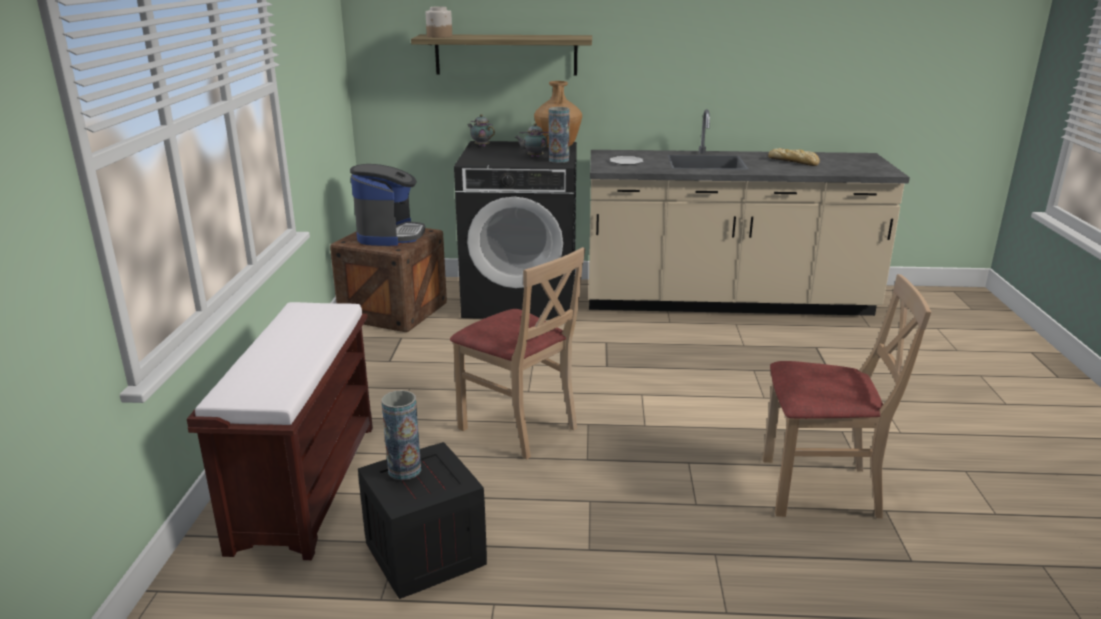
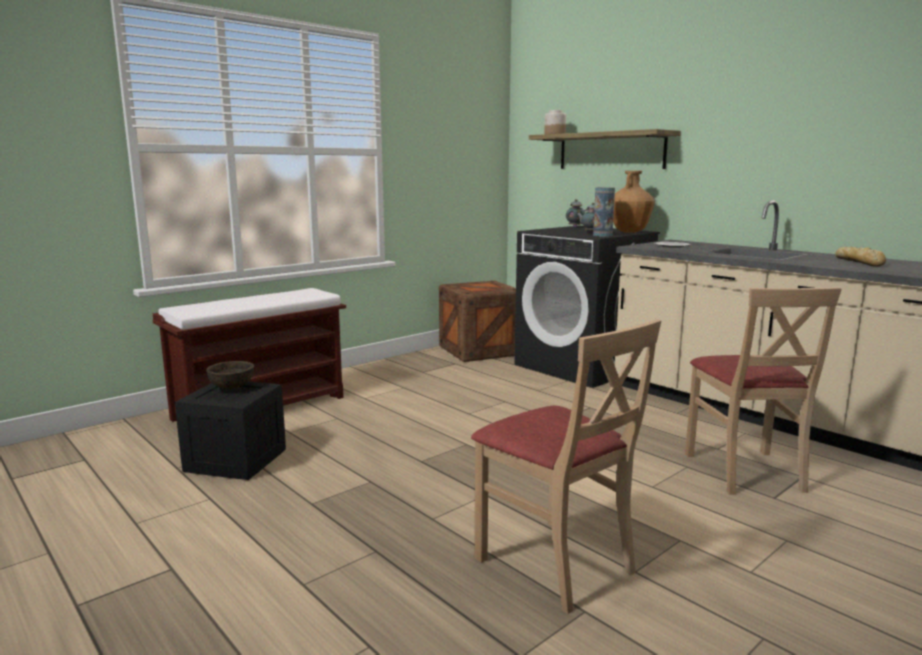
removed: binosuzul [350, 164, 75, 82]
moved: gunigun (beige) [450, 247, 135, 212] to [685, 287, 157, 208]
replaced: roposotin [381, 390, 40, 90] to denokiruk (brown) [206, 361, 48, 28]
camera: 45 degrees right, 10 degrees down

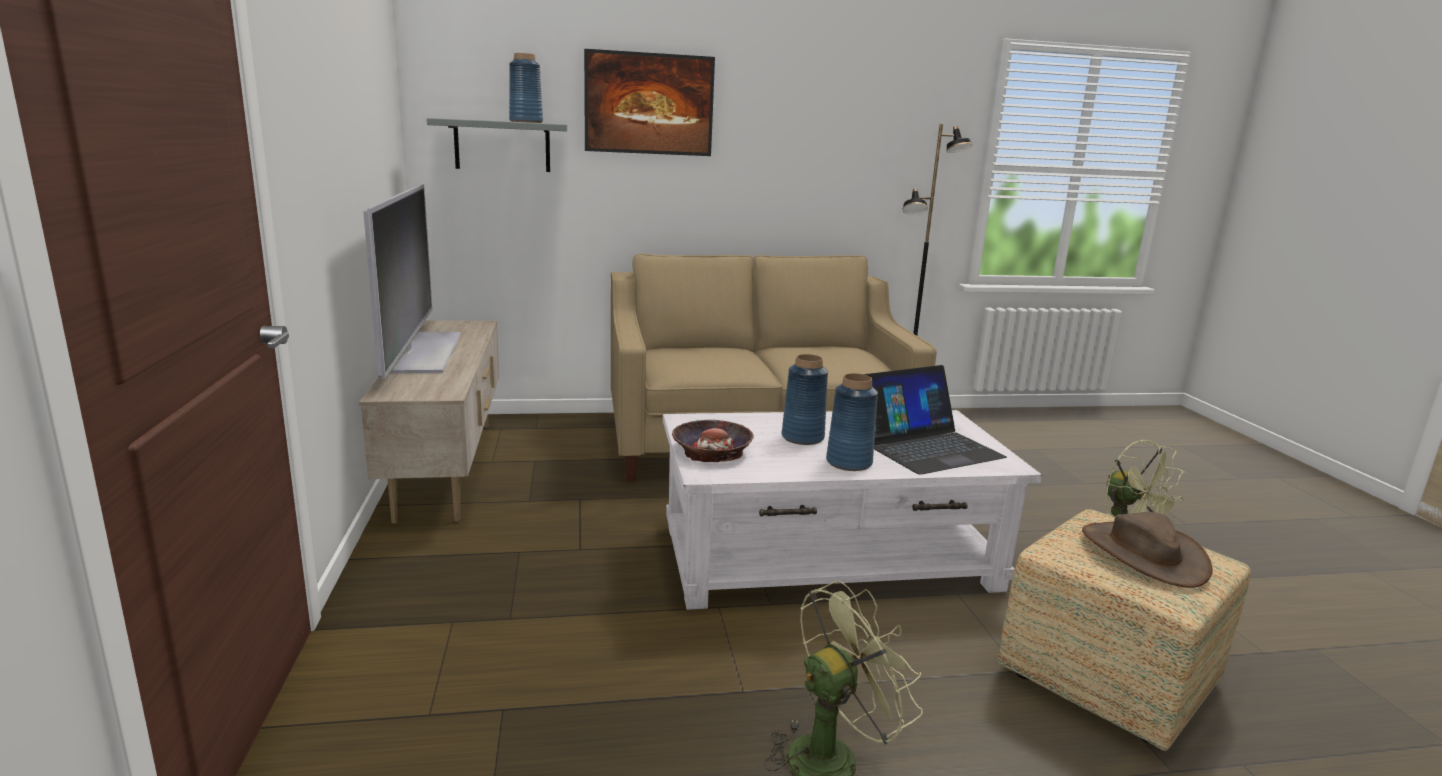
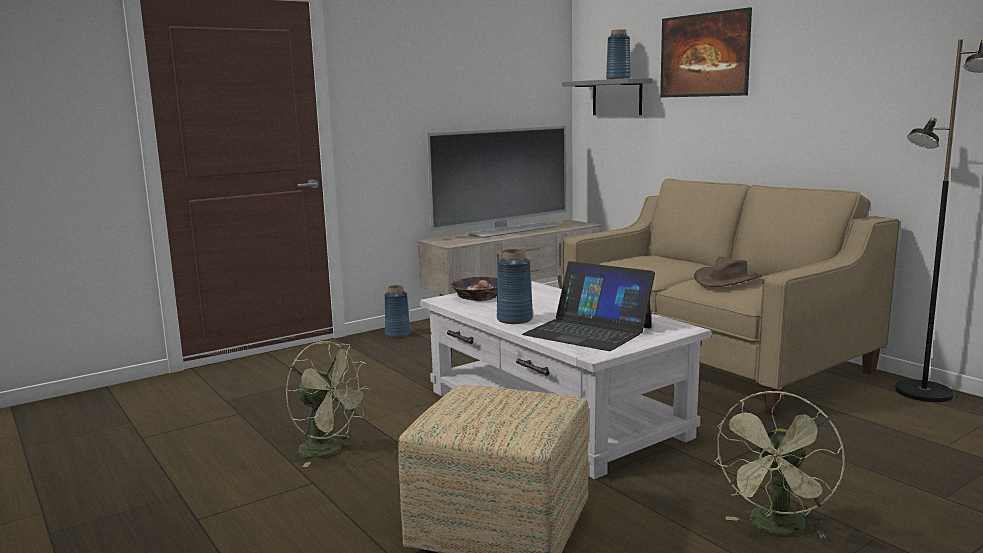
moved: roposotin (blue) [782, 354, 46, 91] to [385, 285, 26, 52]; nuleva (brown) [1082, 512, 131, 76] to [694, 257, 69, 30]
camera: 65 degrees right, 5 degrees down

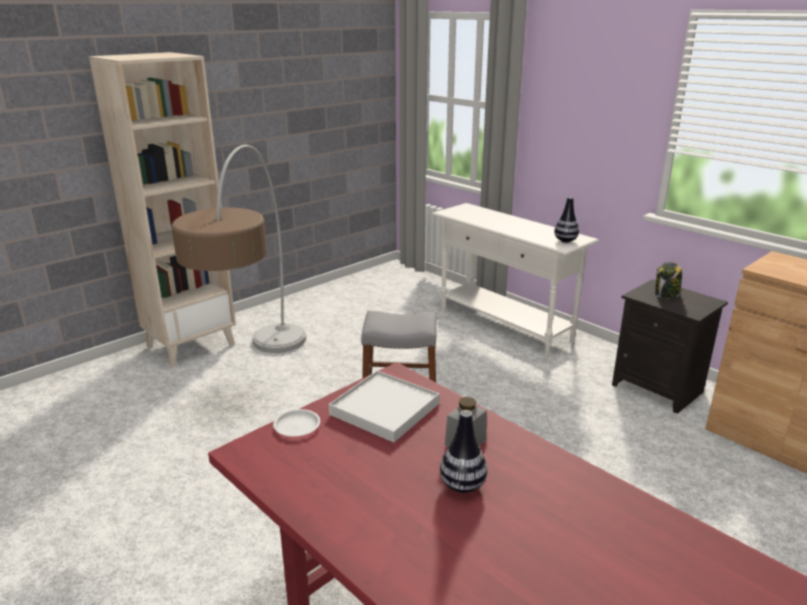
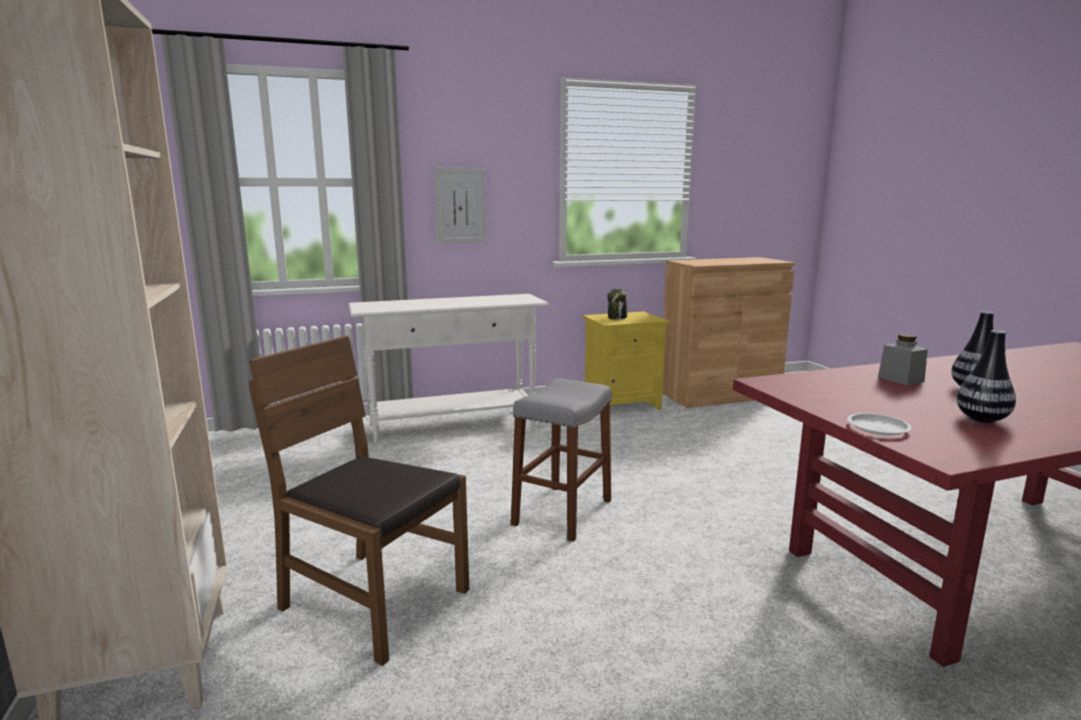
removed: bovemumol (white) [329, 371, 111, 71]
added: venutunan [434, 168, 52, 75]
moved: roposotin [554, 197, 25, 46] to [956, 330, 60, 93]
replaced: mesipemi [171, 145, 135, 208] to gunigun (brown) [249, 335, 220, 331]
recoloured: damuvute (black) [612, 279, 116, 135] to damuvute (yellow) [583, 311, 87, 99]
camera: 65 degrees left, 10 degrees down

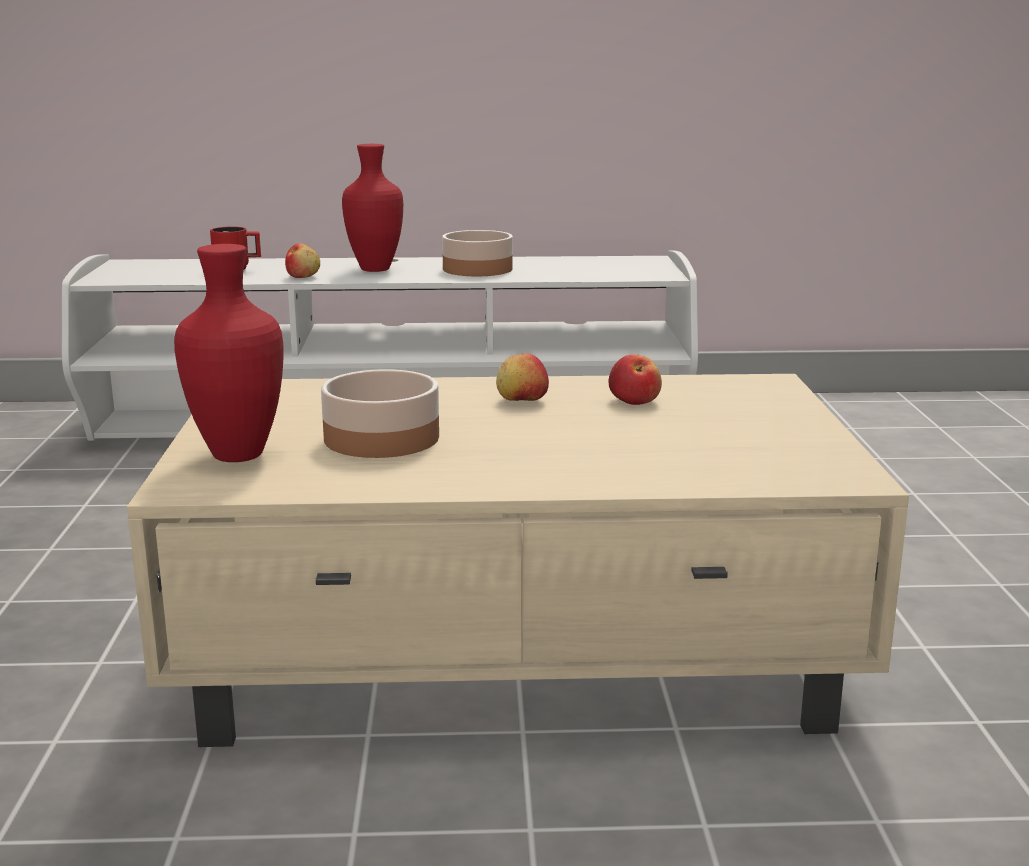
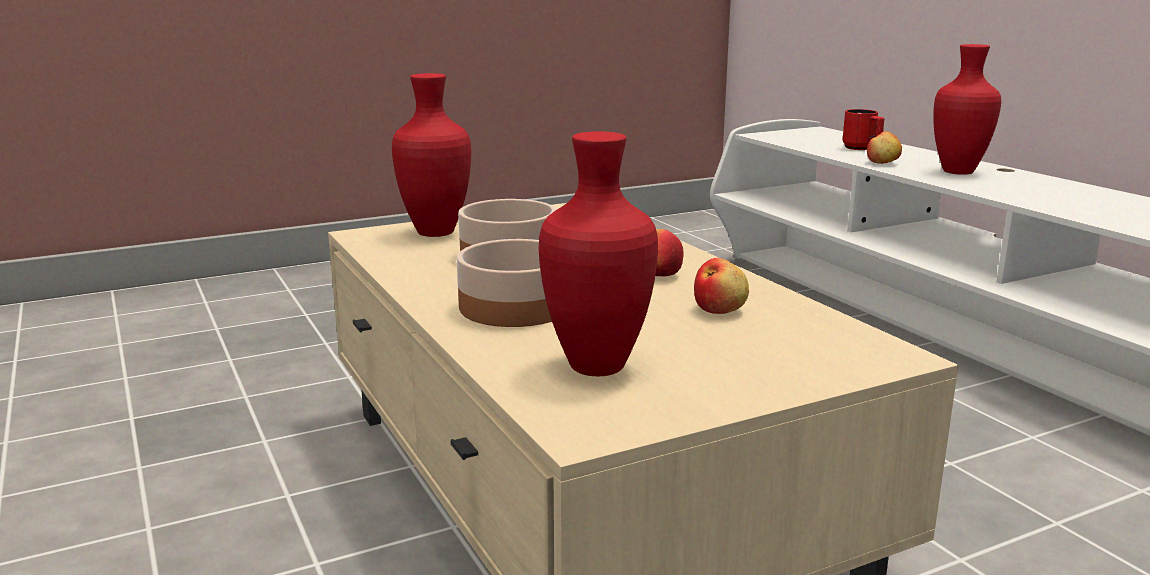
added: roposotin (red) [539, 131, 119, 245]
moved: denokiruk [442, 230, 71, 46] to [457, 239, 95, 88]
camera: 65 degrees right, 0 degrees up

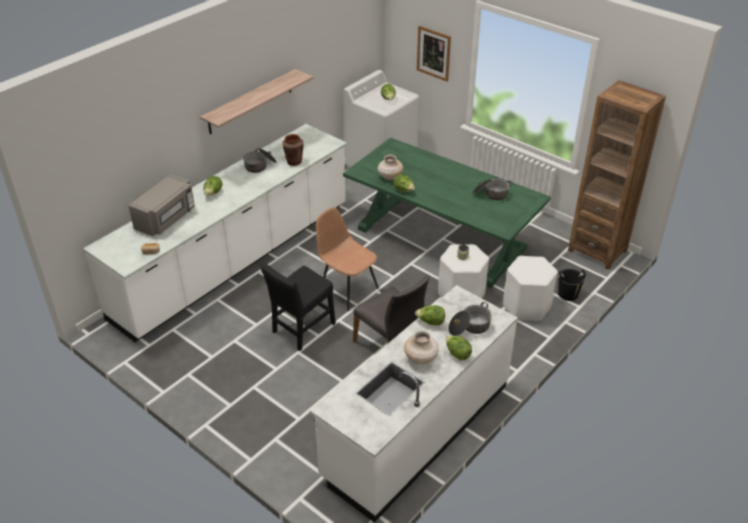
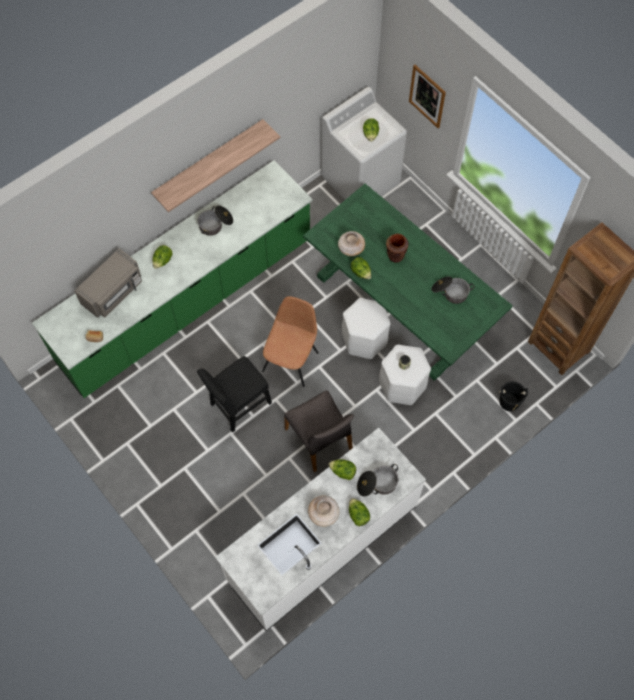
moved: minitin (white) [503, 256, 55, 66] to [342, 298, 48, 61]; roposotin (brown) [282, 134, 21, 32] to [386, 234, 22, 29]
recoloured: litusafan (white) [83, 124, 264, 218] to litusafan (green) [32, 160, 281, 238]
turned: gunigun (brown) [316, 207, 63, 104] = [262, 296, 57, 91] 60 degrees clockwise
camera: 10 degrees right, 25 degrees up

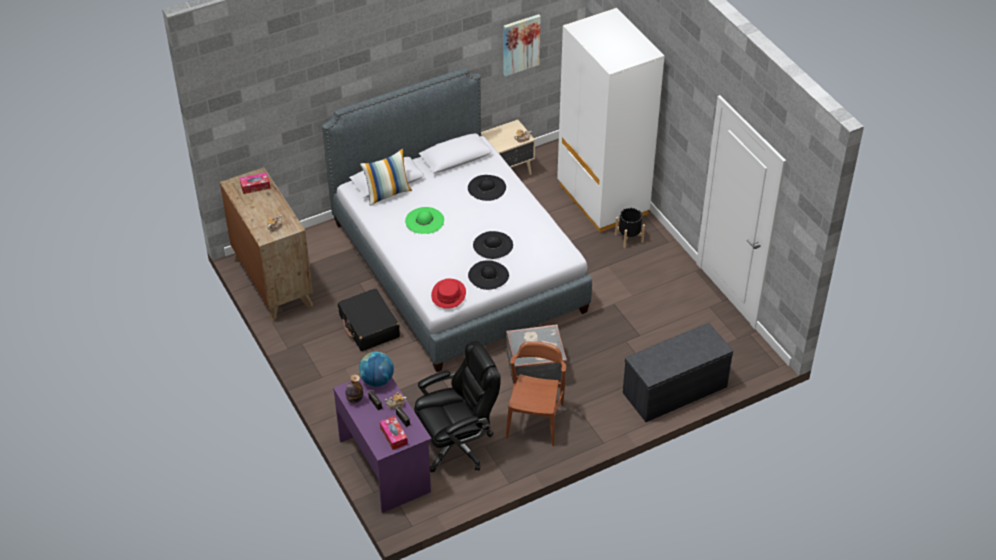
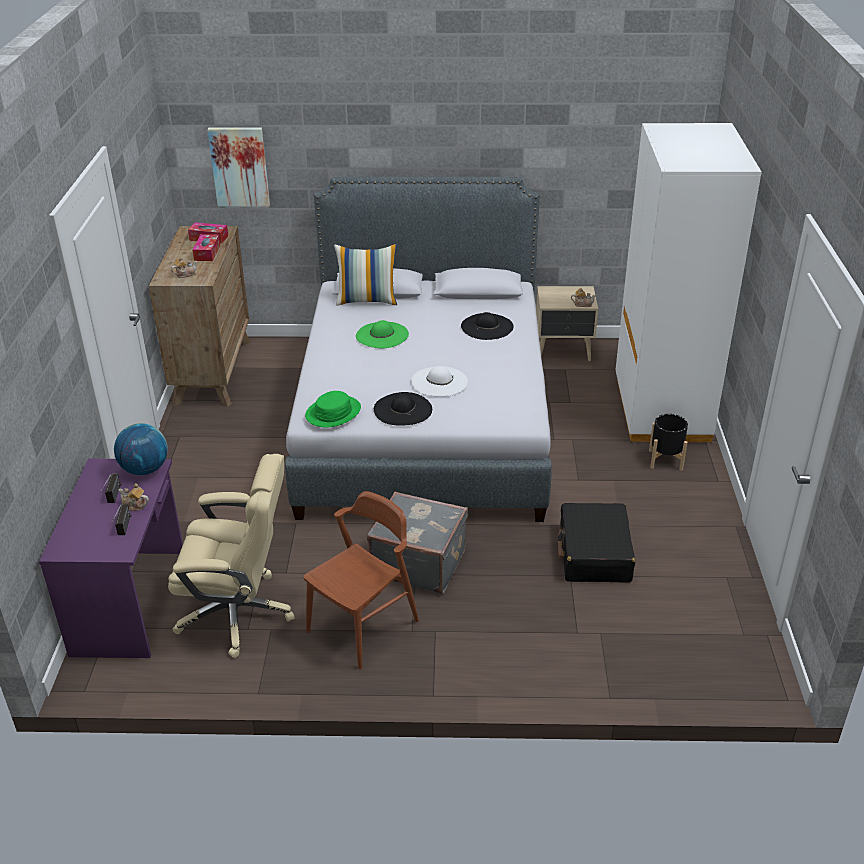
removed: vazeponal [345, 374, 18, 30]; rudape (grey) [623, 323, 110, 99]
moved: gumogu [380, 416, 28, 34] to [192, 234, 28, 27]; venutunan [503, 14, 38, 62] to [207, 128, 63, 79]; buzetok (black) [338, 289, 62, 62] to [558, 503, 77, 80]
recoloured: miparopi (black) [414, 340, 87, 132] to miparopi (beige) [168, 454, 127, 204]; nuleva (red) [431, 278, 35, 31] to nuleva (green) [305, 391, 56, 37]; nuleva (black) [473, 231, 40, 28] to nuleva (white) [411, 366, 57, 30]
camera: 30 degrees right, 10 degrees down

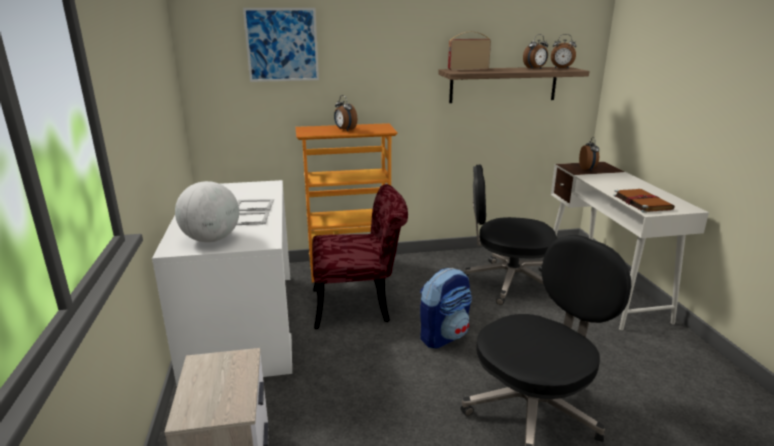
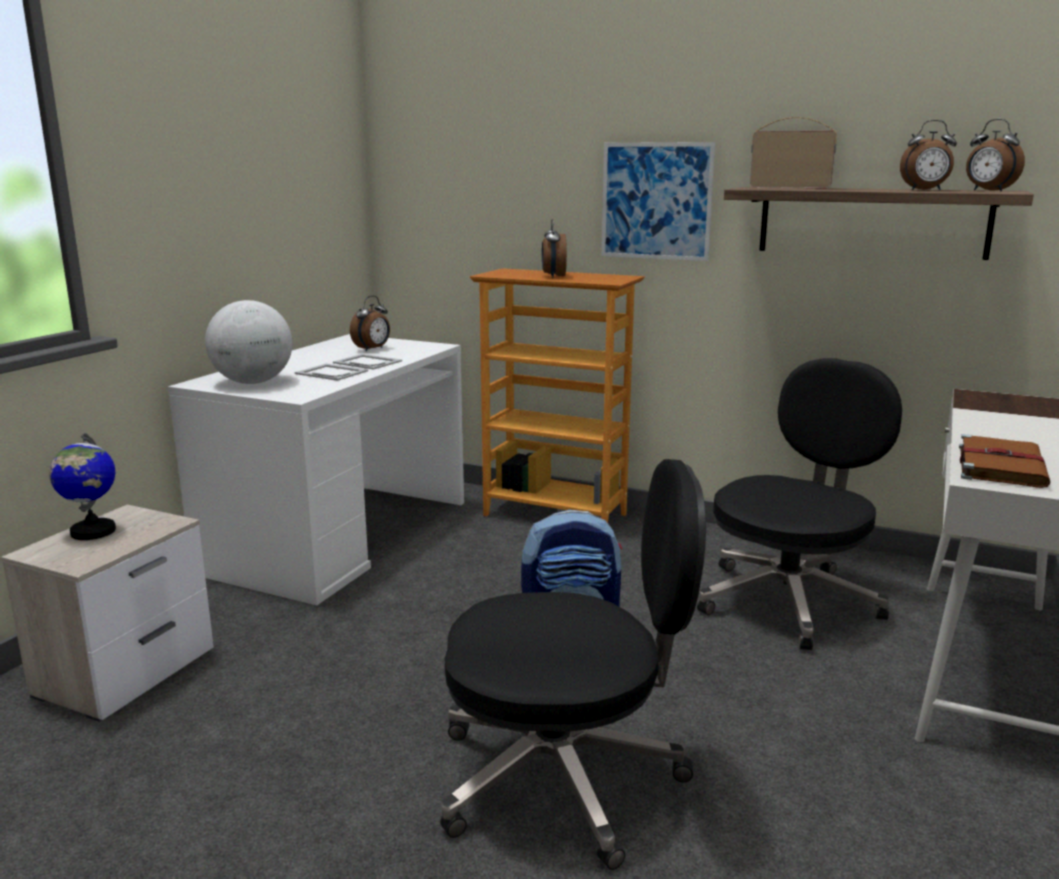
removed: gunigun (red) [312, 184, 96, 145]
added: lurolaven [49, 433, 67, 107]
moved: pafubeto [579, 137, 20, 34] to [350, 296, 40, 55]; venutunan [243, 8, 76, 74] to [602, 142, 113, 119]
turned: miparopi (black) [464, 164, 94, 141] = [697, 358, 205, 292] 90 degrees clockwise
camera: 35 degrees right, 5 degrees down

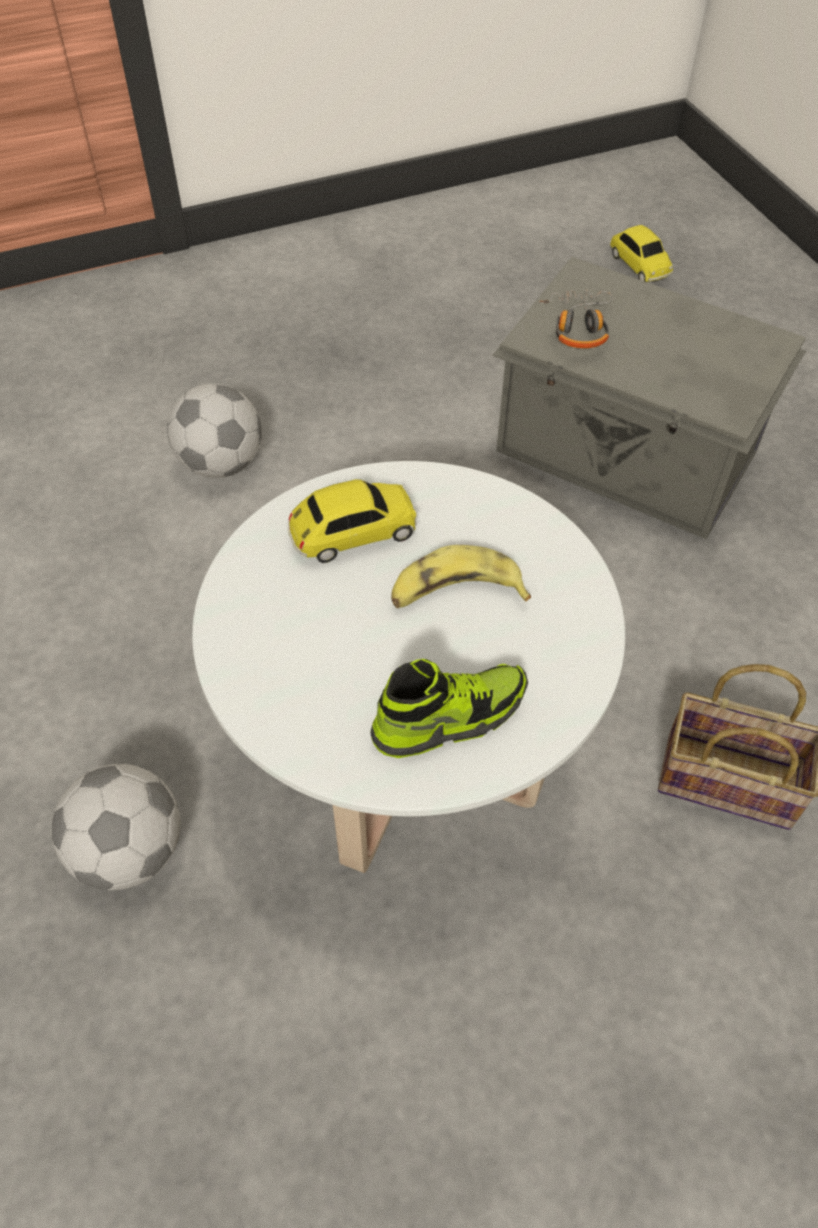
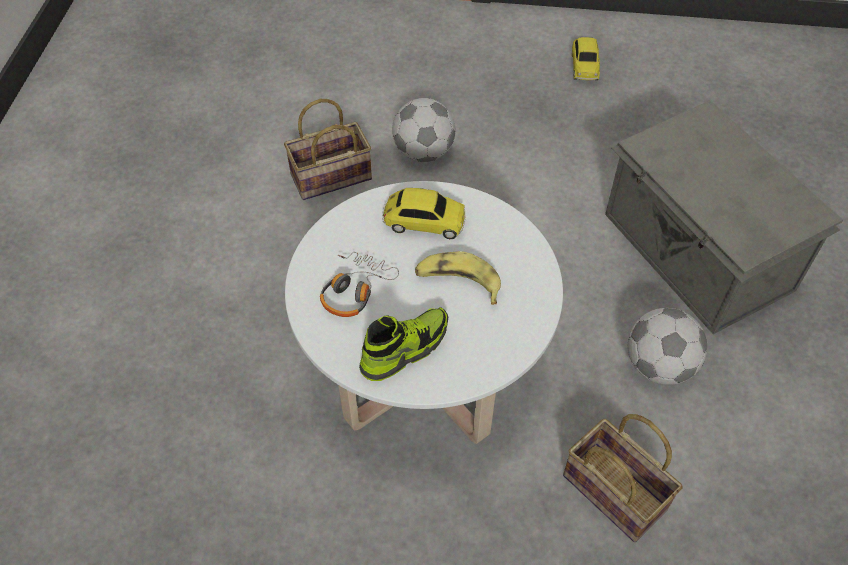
added: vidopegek [284, 99, 88, 101]
moved: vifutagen [540, 289, 73, 59] to [320, 252, 79, 65]; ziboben [610, 225, 63, 57] to [572, 37, 28, 43]; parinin [51, 764, 129, 126] to [628, 308, 80, 77]
turned: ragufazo [370, 659, 158, 99] = [359, 307, 89, 74] 45 degrees counterclockwise
camera: 30 degrees right, 0 degrees up

